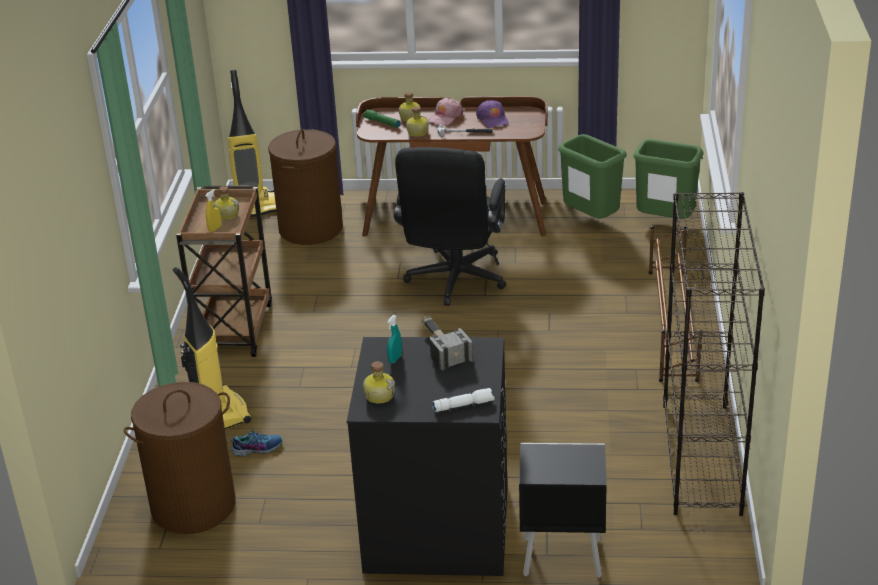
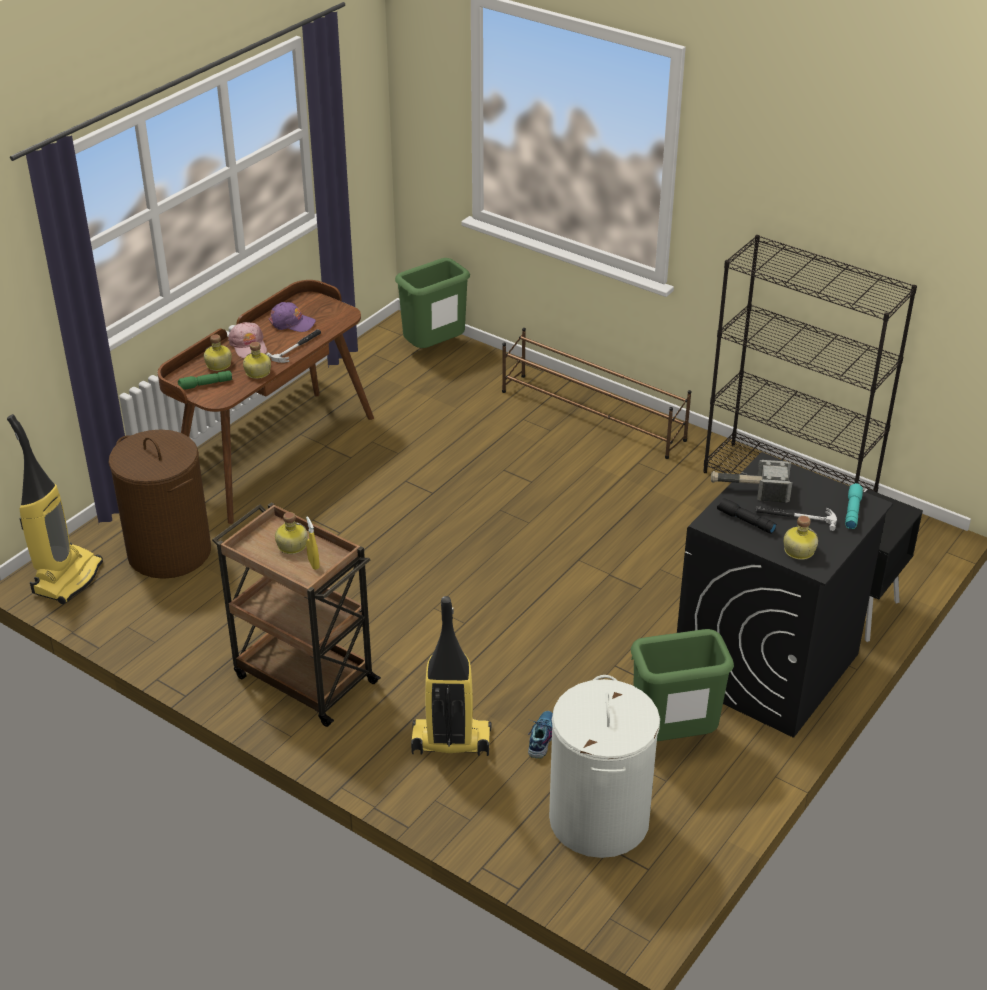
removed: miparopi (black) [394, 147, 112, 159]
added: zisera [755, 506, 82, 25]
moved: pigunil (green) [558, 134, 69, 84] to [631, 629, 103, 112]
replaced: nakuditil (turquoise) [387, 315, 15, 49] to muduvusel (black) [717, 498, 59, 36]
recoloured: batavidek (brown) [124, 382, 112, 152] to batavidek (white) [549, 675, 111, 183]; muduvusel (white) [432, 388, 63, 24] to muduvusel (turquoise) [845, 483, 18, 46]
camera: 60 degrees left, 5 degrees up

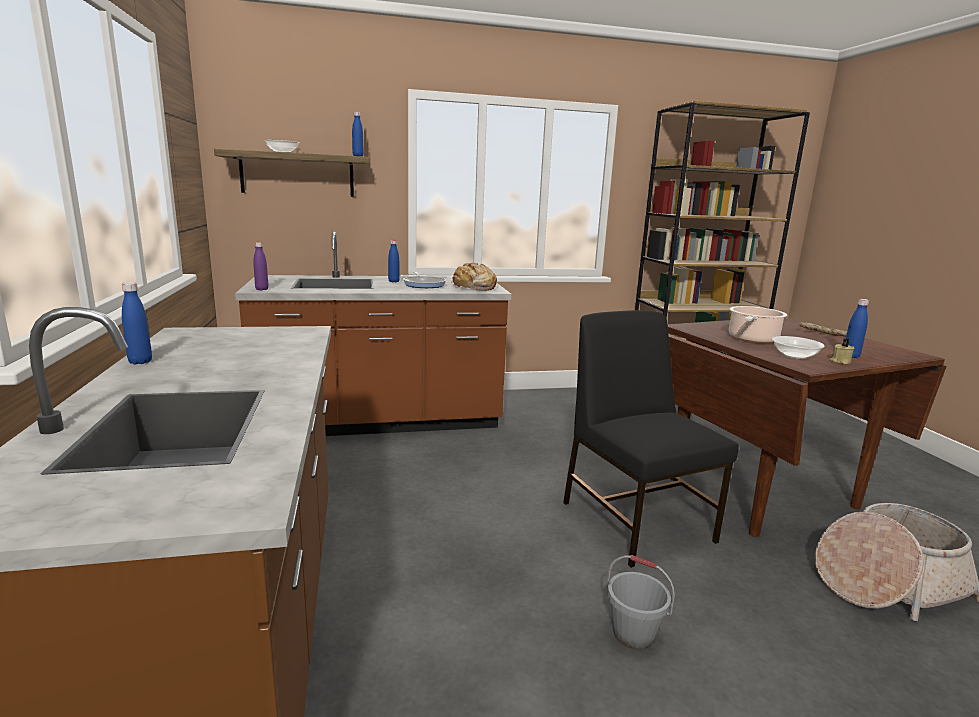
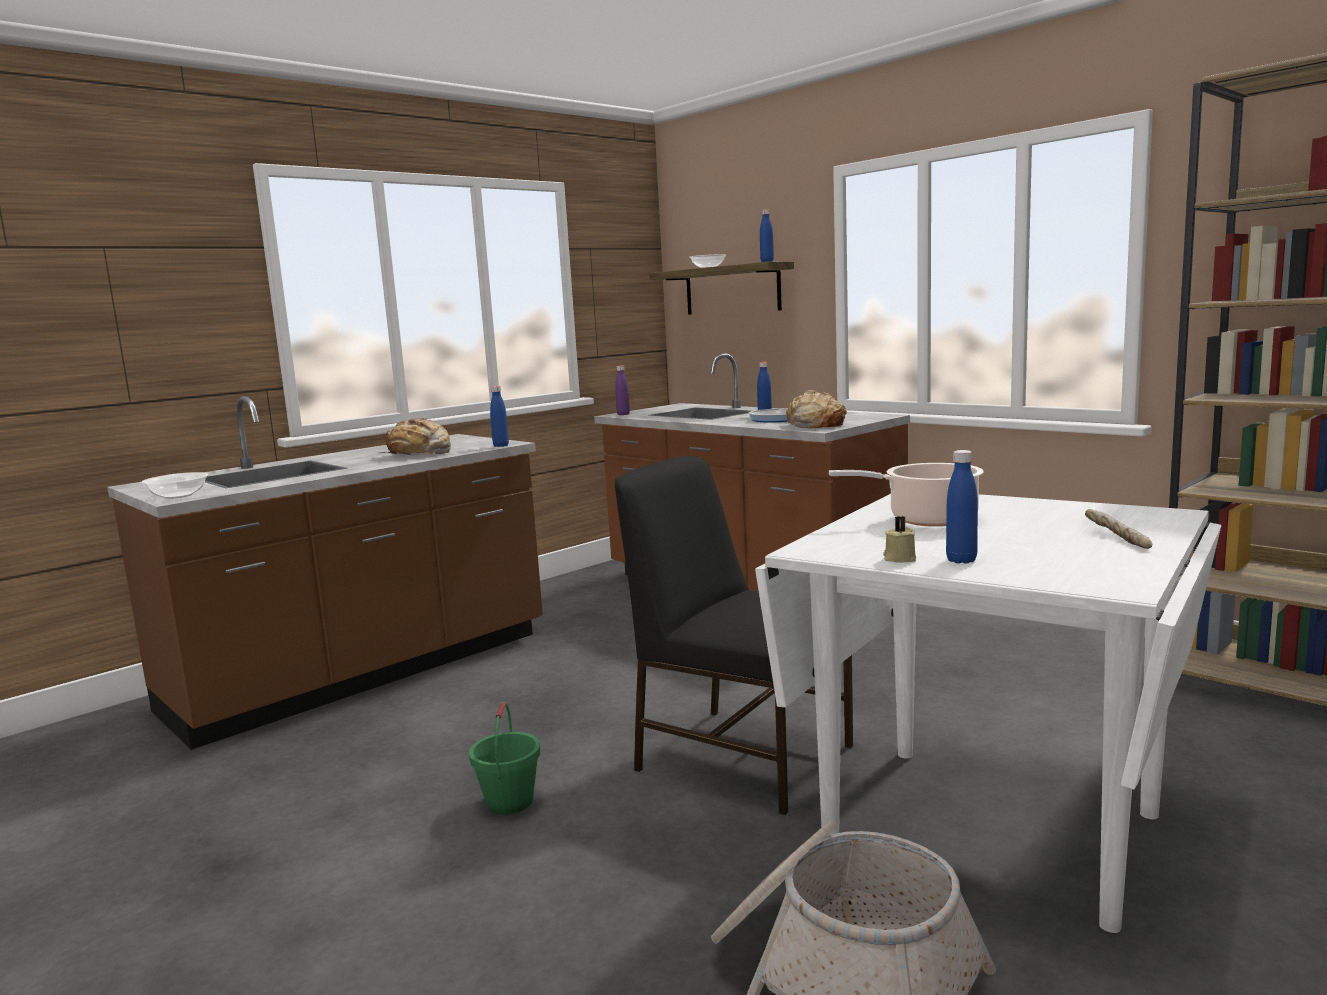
added: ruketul [377, 418, 74, 38]
moved: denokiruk [772, 336, 53, 23] to [142, 472, 66, 27]; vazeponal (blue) [122, 282, 30, 82] to [490, 386, 19, 61]
recoloured: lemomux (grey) [606, 555, 69, 95] to lemomux (green) [469, 702, 72, 112]; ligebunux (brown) [667, 318, 280, 219] to ligebunux (white) [755, 494, 467, 439]
turned: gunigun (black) [563, 310, 176, 258] = [615, 456, 238, 359] 90 degrees counterclockwise
camera: 60 degrees right, 5 degrees down

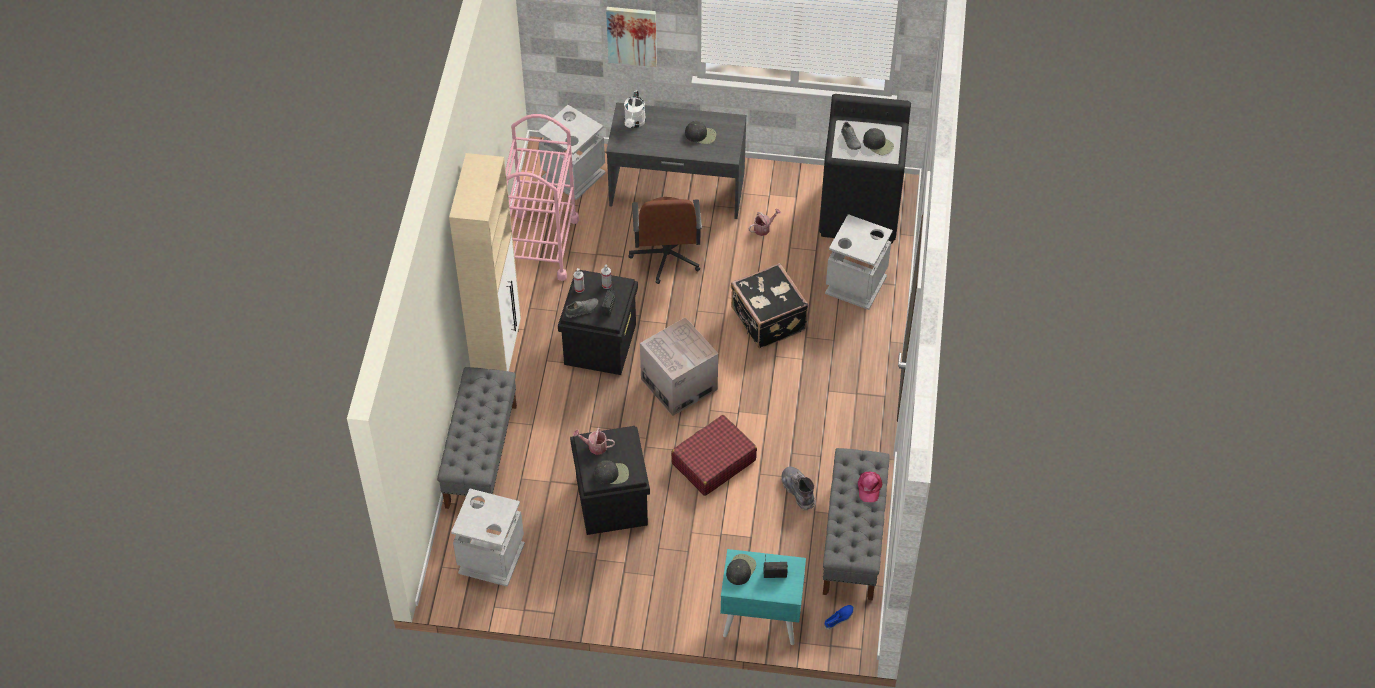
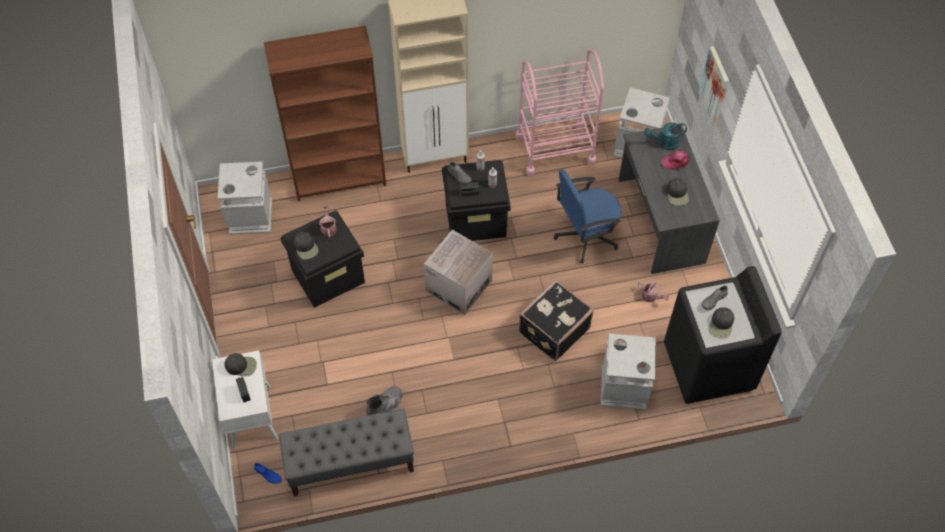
removed: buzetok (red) [671, 415, 86, 81]
moved: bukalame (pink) [858, 472, 25, 30] to [661, 150, 29, 20]
replaced: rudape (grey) [437, 367, 80, 142] to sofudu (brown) [264, 26, 122, 176]
recoloured: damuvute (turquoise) [720, 549, 86, 96] to damuvute (white) [212, 350, 66, 98]; miparopi (brown) [628, 197, 74, 87] to miparopi (blue) [554, 169, 67, 95]; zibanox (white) [624, 90, 22, 38] to zibanox (turquoise) [644, 122, 43, 28]
camera: 70 degrees right, 5 degrees up

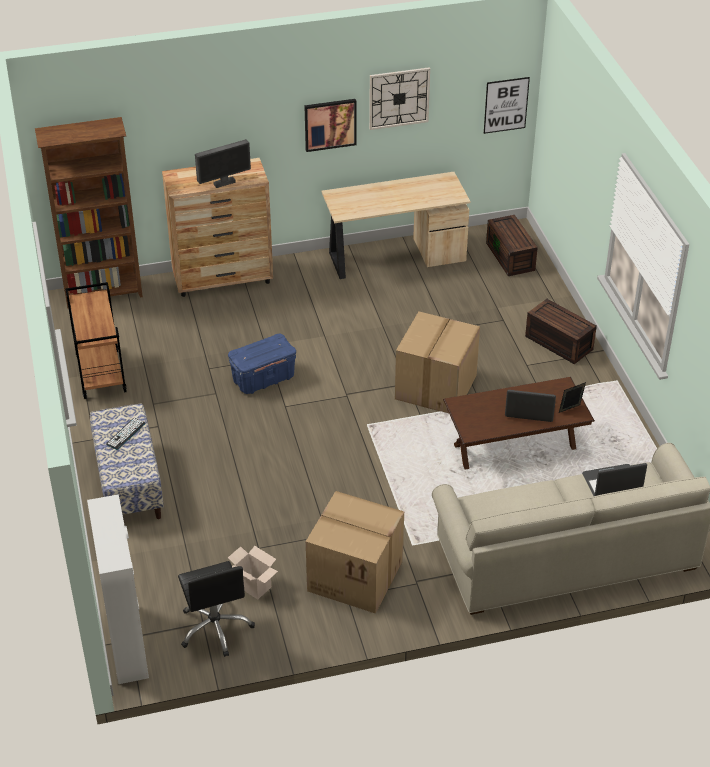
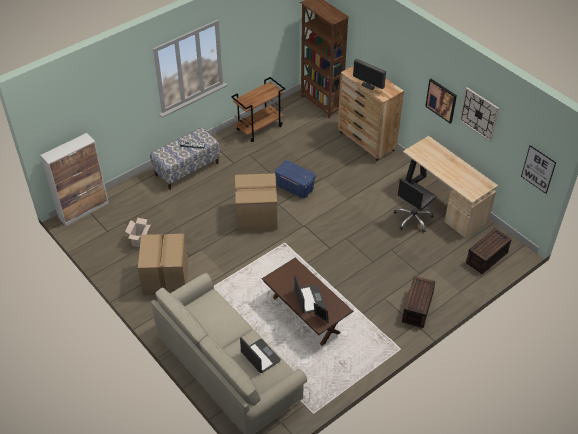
moved: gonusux [395, 311, 85, 102] to [235, 173, 43, 59]; miparopi (black) [178, 561, 77, 96] to [394, 178, 43, 55]
camera: 65 degrees right, 5 degrees up

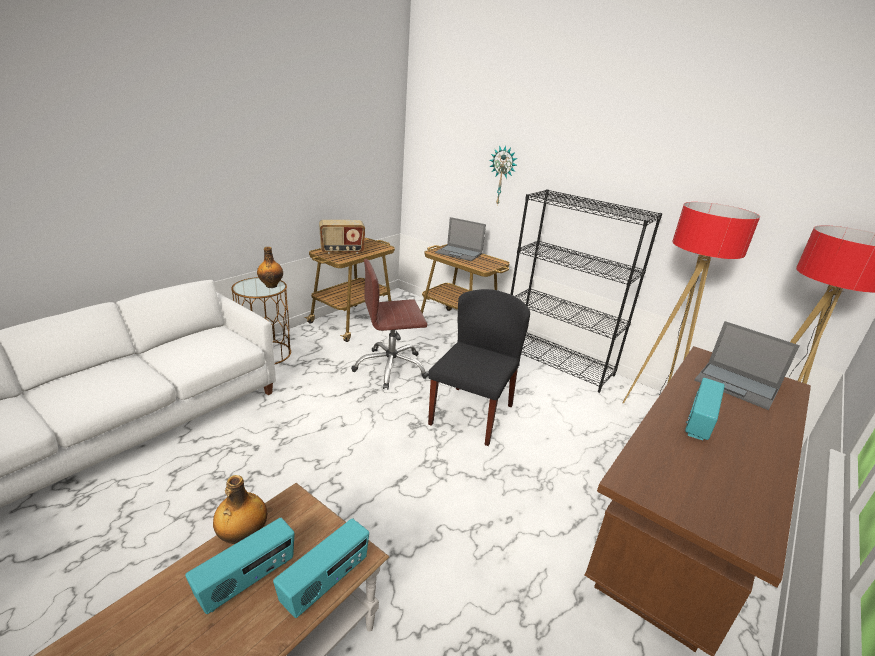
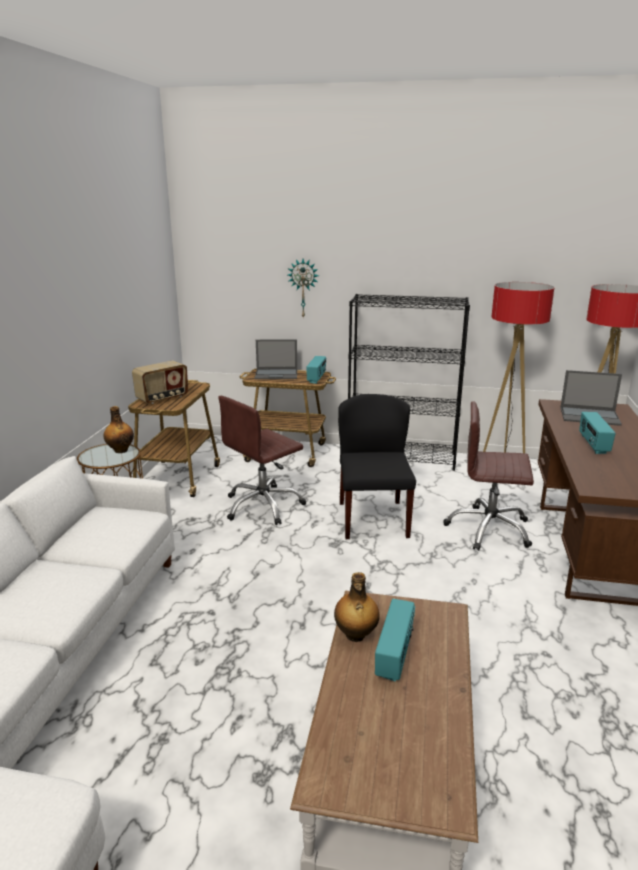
added: miparopi (brown) [443, 401, 91, 149]
moved: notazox [273, 518, 96, 100] to [306, 356, 20, 28]
camera: 25 degrees left, 5 degrees down

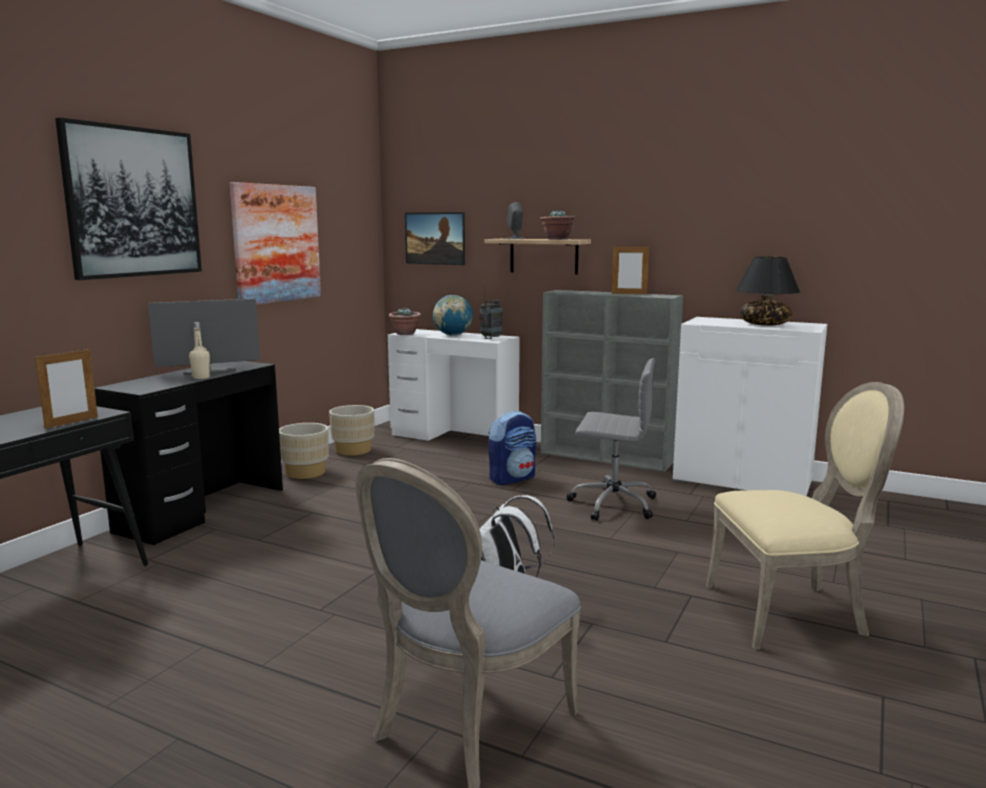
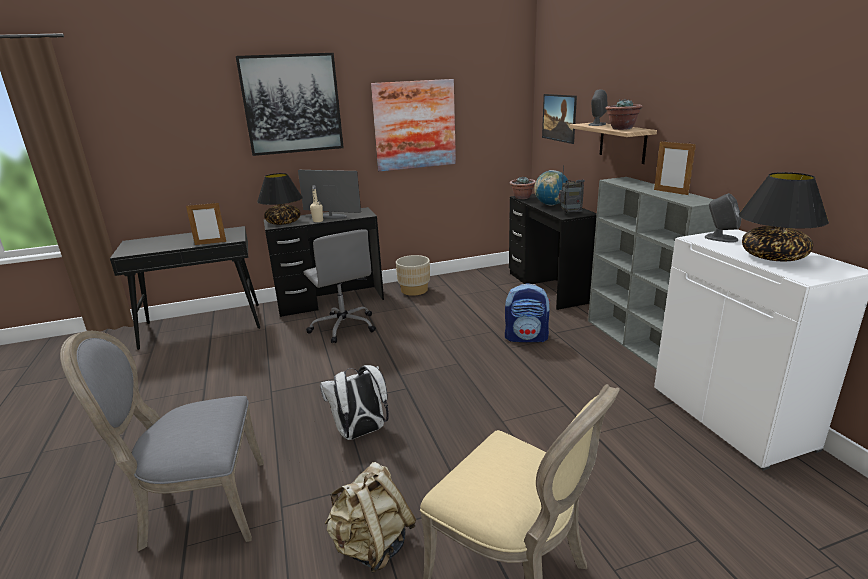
removed: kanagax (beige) [329, 405, 45, 51]
added: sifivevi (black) [257, 173, 46, 52]; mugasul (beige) [324, 462, 92, 111]; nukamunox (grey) [705, 193, 37, 50]
moved: miparopi (grey) [566, 358, 90, 163] to [303, 229, 73, 114]
recoloured: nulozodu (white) [388, 329, 132, 112] to nulozodu (black) [509, 194, 88, 116]
camera: 45 degrees right, 10 degrees up

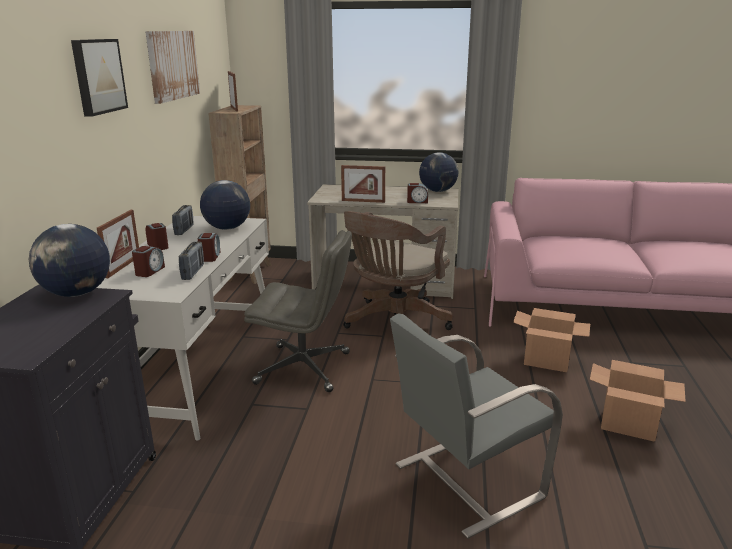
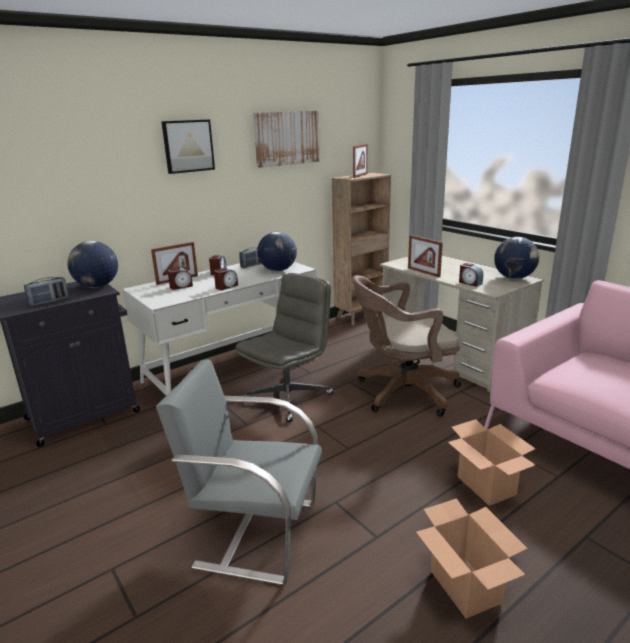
moved: notazox [179, 241, 25, 39] to [24, 277, 45, 29]
turned: miparopi (grey) [244, 230, 108, 162] = [235, 273, 99, 149] 105 degrees counterclockwise
camera: 45 degrees right, 0 degrees up

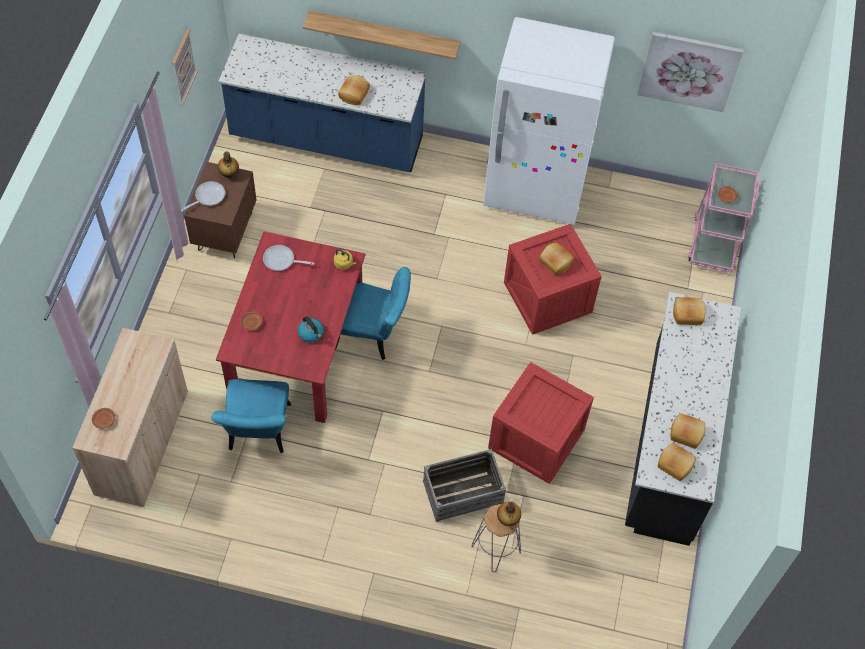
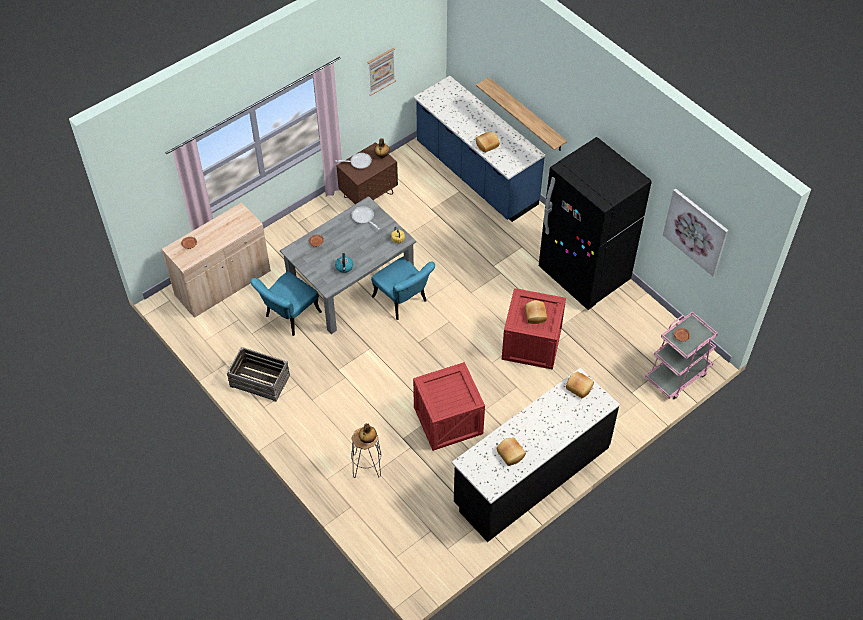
removed: ruketul [658, 443, 38, 38]
moved: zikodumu [423, 449, 83, 73] to [227, 347, 63, 55]
recoloured: ligebunux (red) [216, 231, 150, 192] to ligebunux (grey) [280, 196, 136, 138]; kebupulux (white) [483, 17, 132, 208] to kebupulux (black) [539, 137, 113, 173]
camera: 40 degrees right, 5 degrees down

